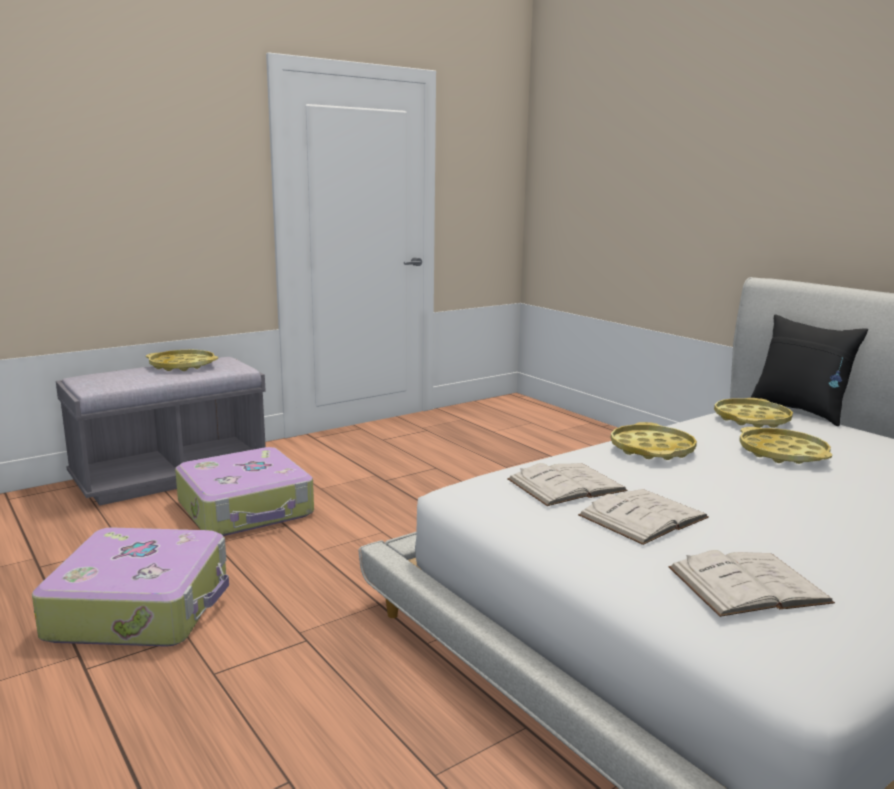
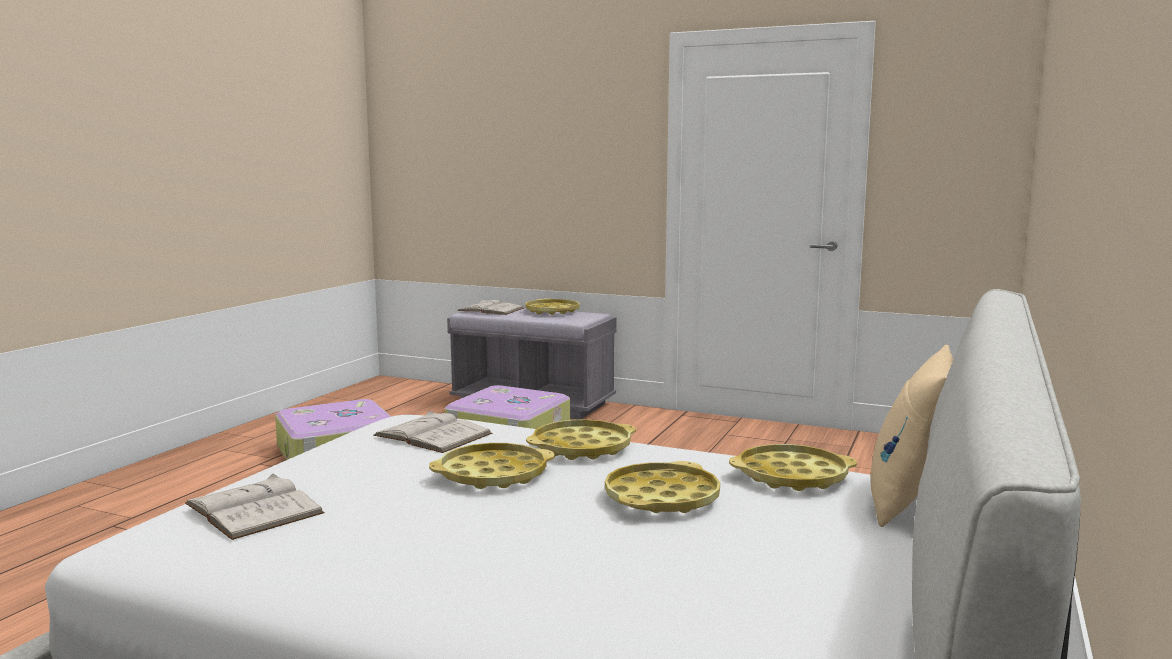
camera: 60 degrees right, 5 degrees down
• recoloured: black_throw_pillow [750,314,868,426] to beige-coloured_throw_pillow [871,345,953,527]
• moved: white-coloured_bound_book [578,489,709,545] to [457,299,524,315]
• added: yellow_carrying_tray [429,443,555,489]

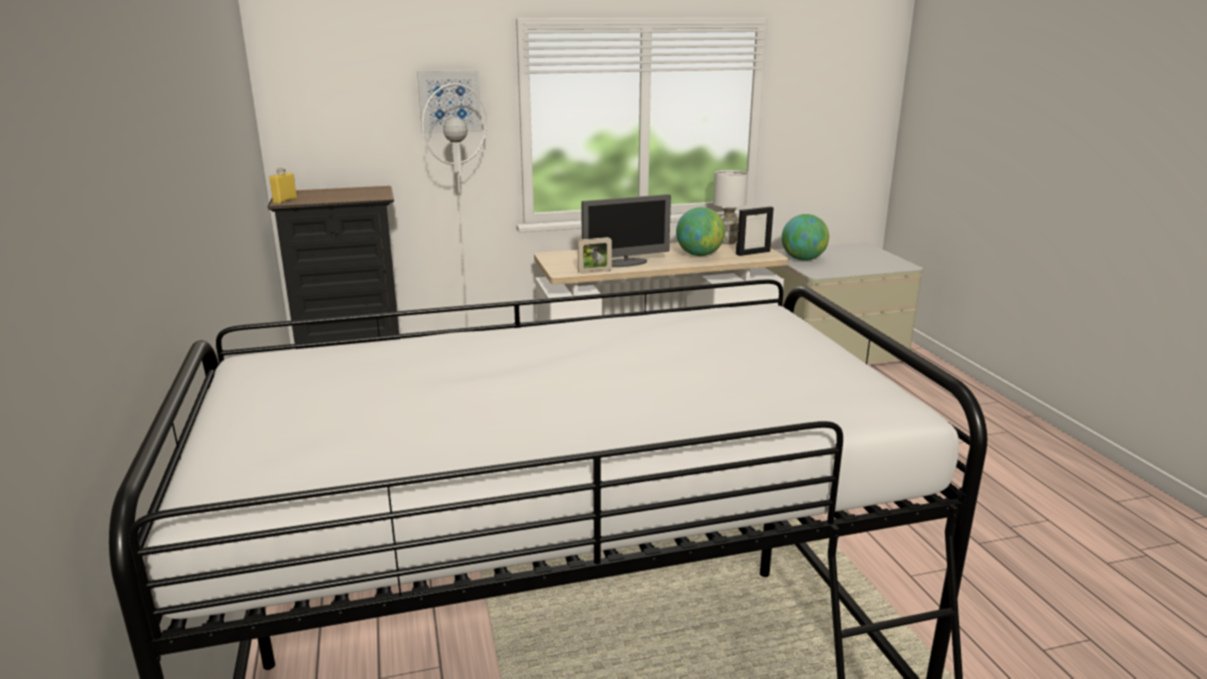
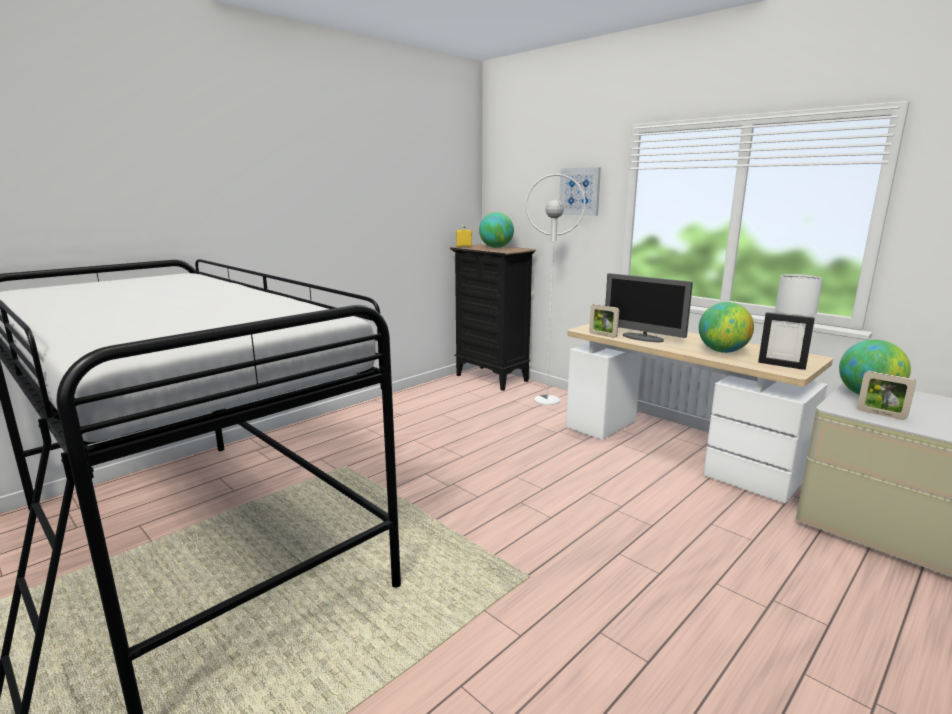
camera: 60 degrees right, 5 degrees down
• added: desk_globe [479,212,514,248]
• added: standing_frame [857,371,916,420]

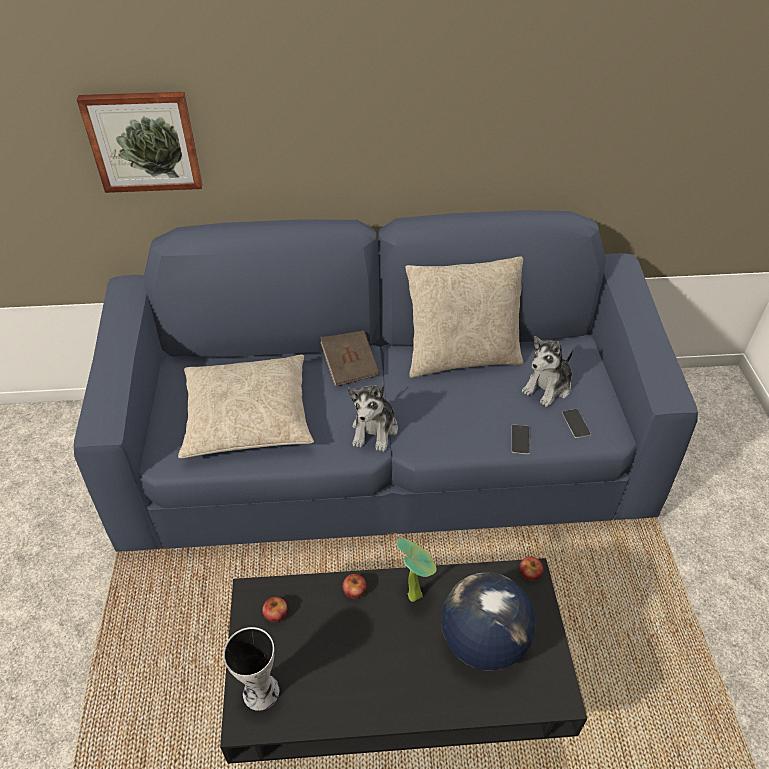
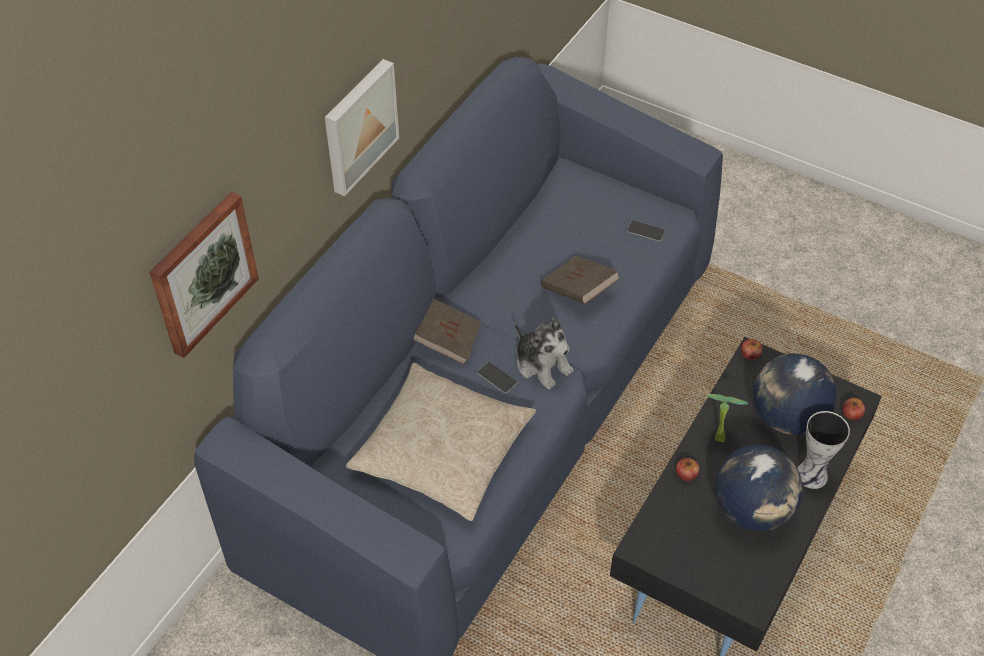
camera: 55 degrees left, 5 degrees up
• removed: beige-coloured_throw_pillow [405,256,524,378]
• removed: soft_toy [522,336,573,407]
• moved: handset [512,424,530,454] to [477,362,518,393]
• moved: apple_fruit [262,597,287,622] to [842,398,865,420]
• moved: vase [223,627,279,711] to [797,411,850,489]
• added: wall_art [325,59,399,196]
• added: brown-coloured_bound_book [541,256,620,304]
• added: desk_globe [715,444,803,531]

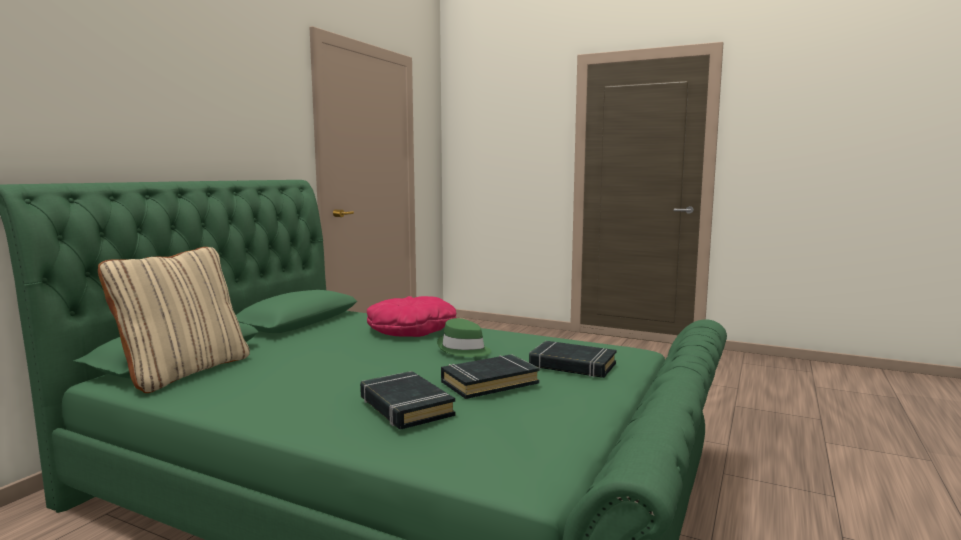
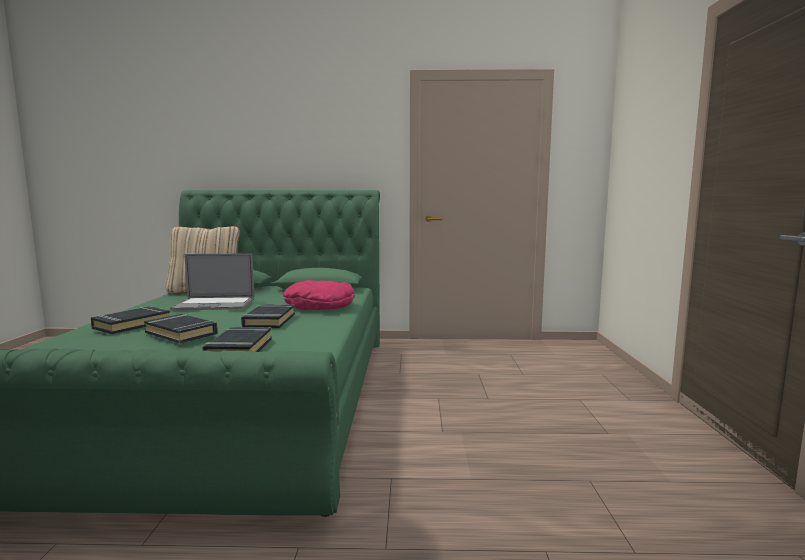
camera: 65 degrees right, 0 degrees up
• replaced: greenish_clothing_hat [437,318,491,357] to black_bound_book [241,304,295,328]
• added: notebook_computer [170,253,255,310]

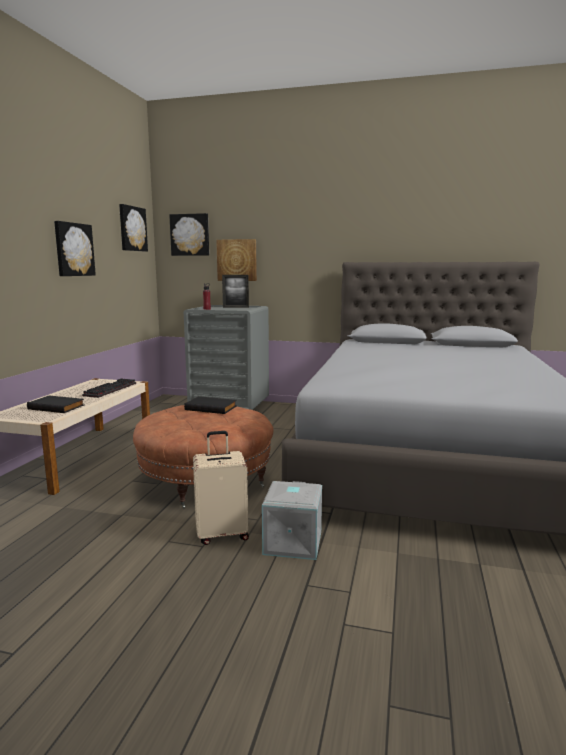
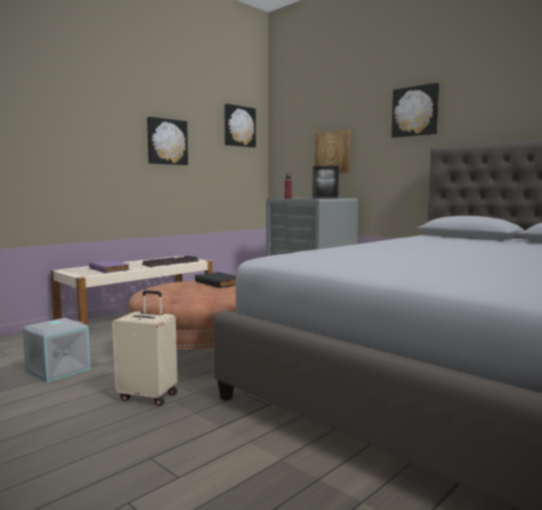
camera: 30 degrees right, 5 degrees down
• moved: wall_art [169,213,209,256] to [391,83,439,138]
• recoloured: black_bound_book [27,396,85,413] to purple_bound_book [89,260,130,273]
• moved: gray_storage_container [262,481,322,560] to [22,318,91,383]

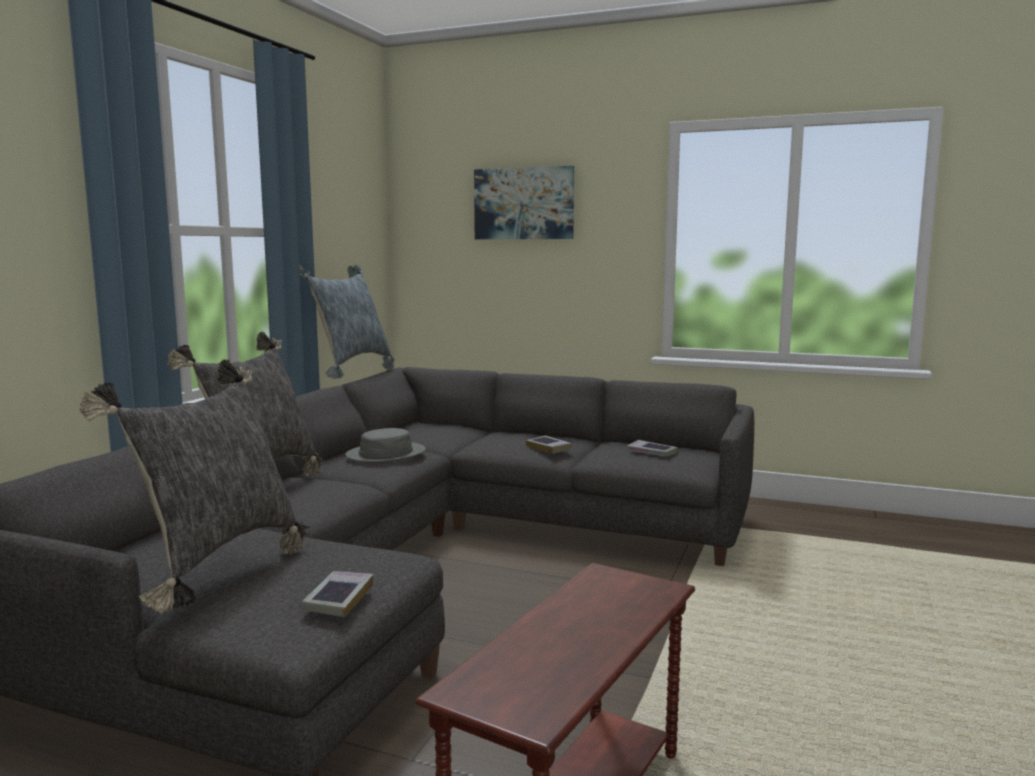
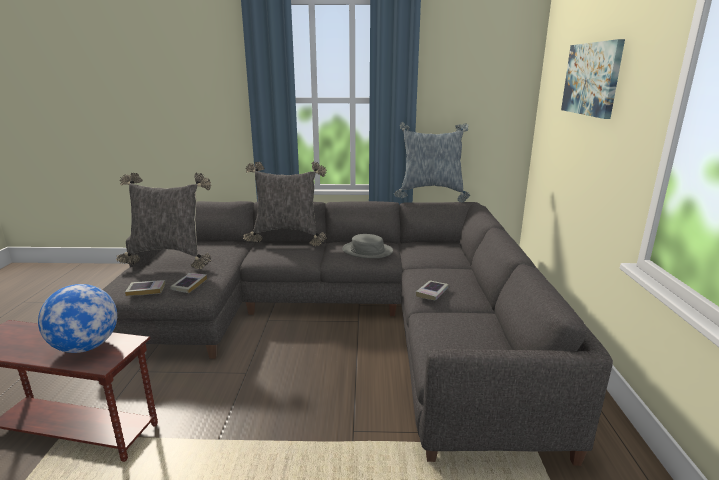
camera: 70 degrees right, 10 degrees up
• moved: bound_book [627,440,677,457] to [170,273,207,293]
• added: desk_globe [38,284,117,353]

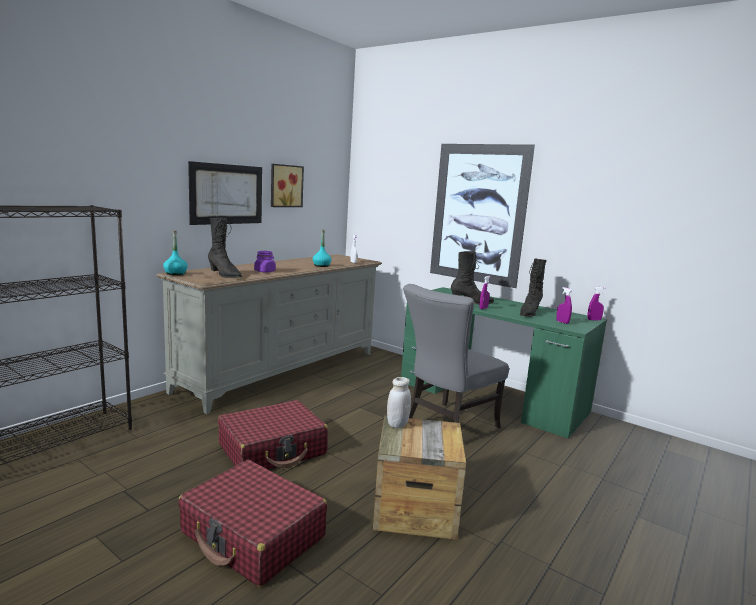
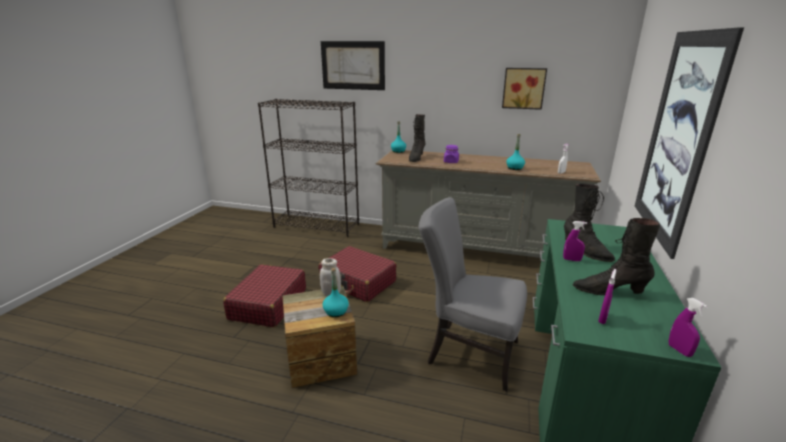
camera: 70 degrees right, 10 degrees up
• moved: wall_art [188,161,262,225] to [321,41,385,90]
• added: turquoise_bottle [323,268,349,317]

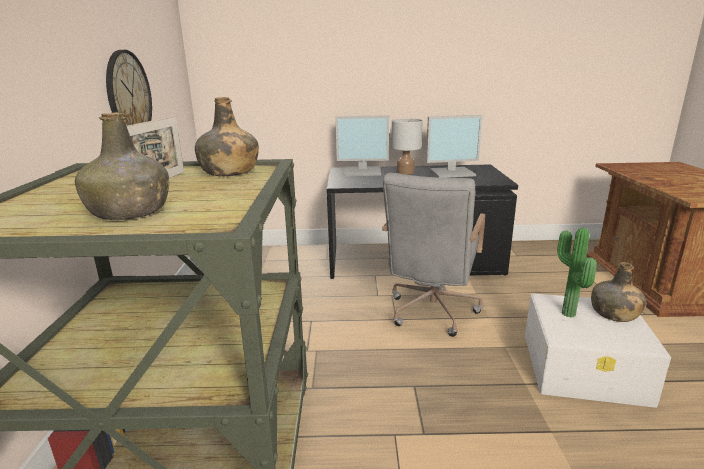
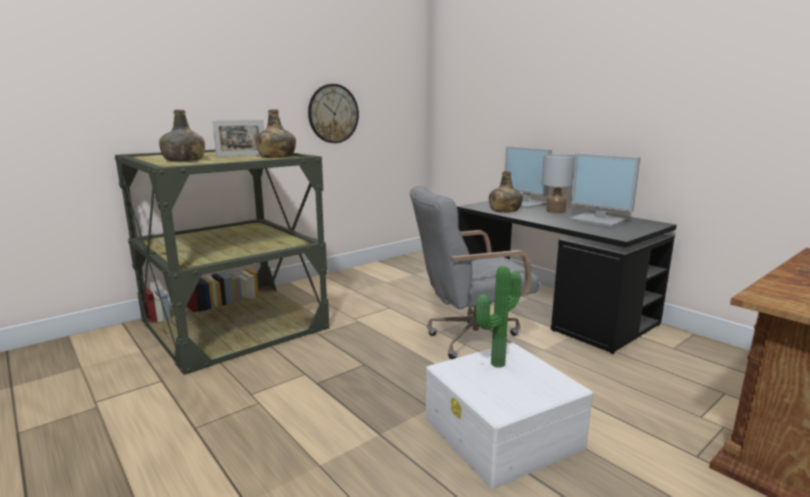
camera: 50 degrees right, 5 degrees down
• moved: greenish_bottle [591,262,646,322] to [489,171,523,213]

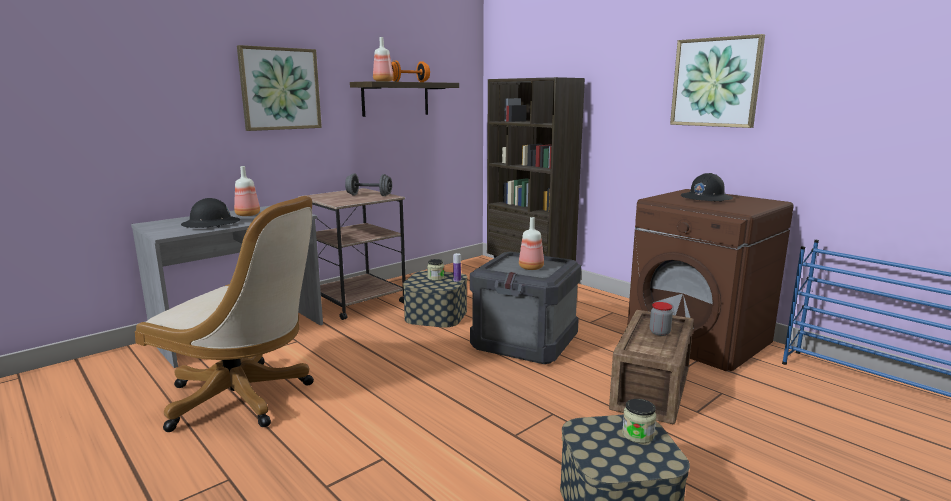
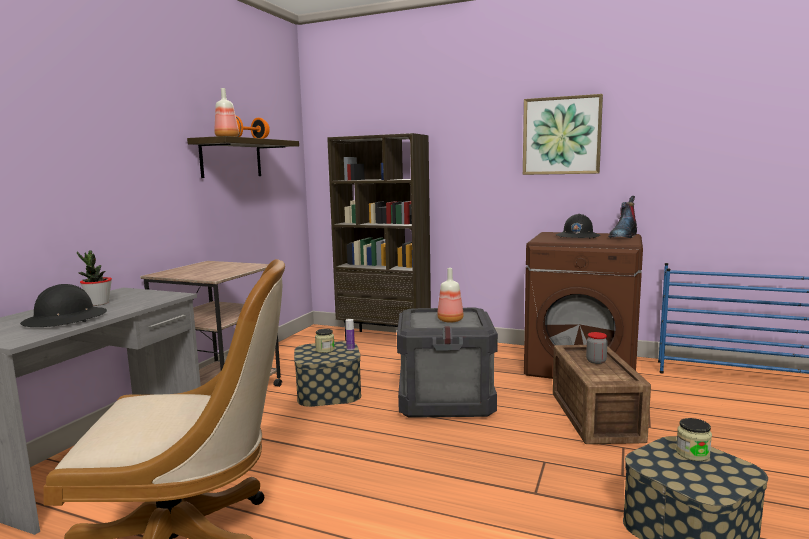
camera: 25 degrees left, 5 degrees down
• removed: wall_art [237,45,322,131]
• replaced: bottle [234,166,260,216] to potted_plant [77,250,112,306]
• removed: gray_free_weight [345,173,392,196]
• added: boot [608,196,637,238]

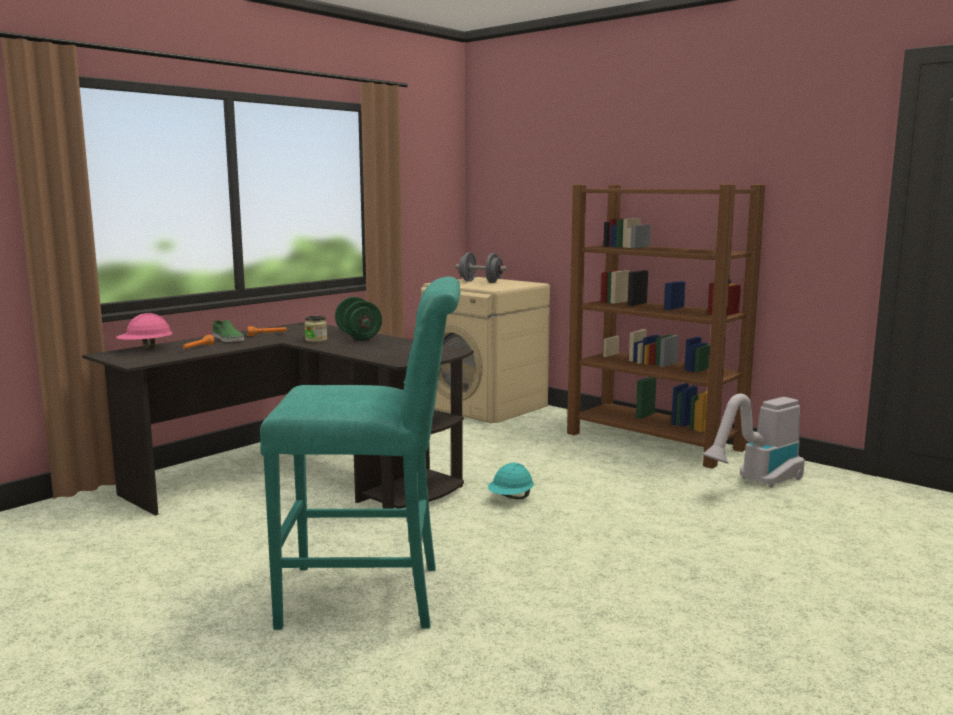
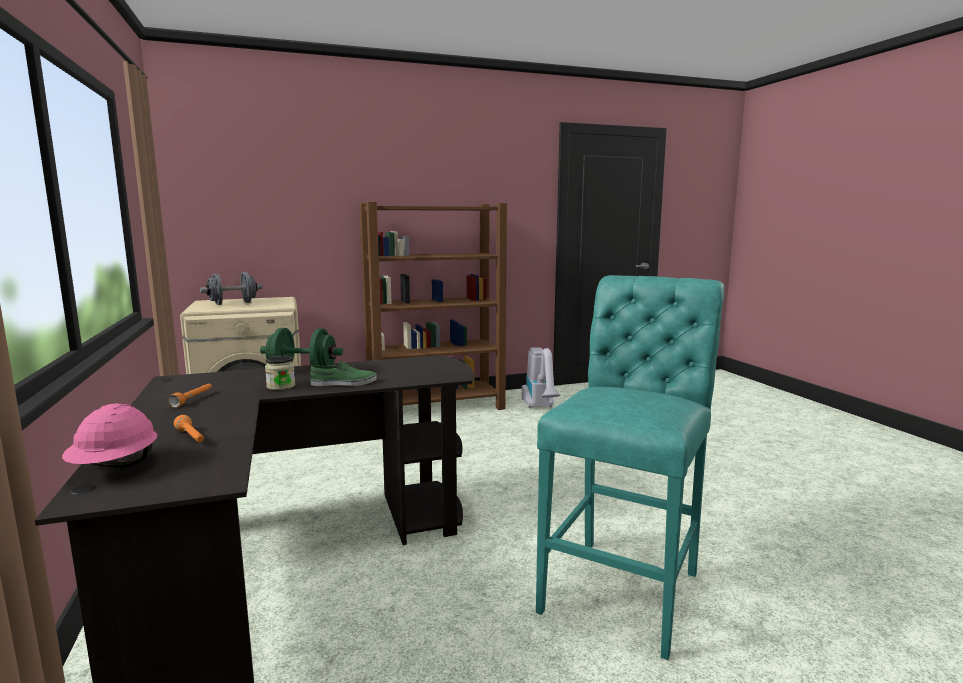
camera: 60 degrees left, 0 degrees up
• moved: greenish_low_shoe [212,320,244,342] to [310,360,377,386]
• removed: turquoise_safety_helmet [488,463,534,499]

